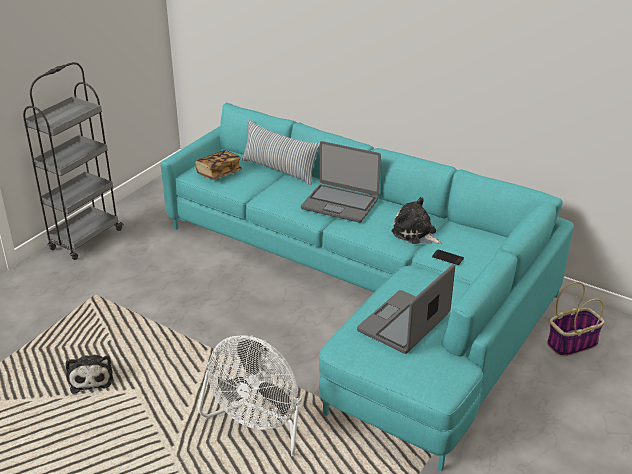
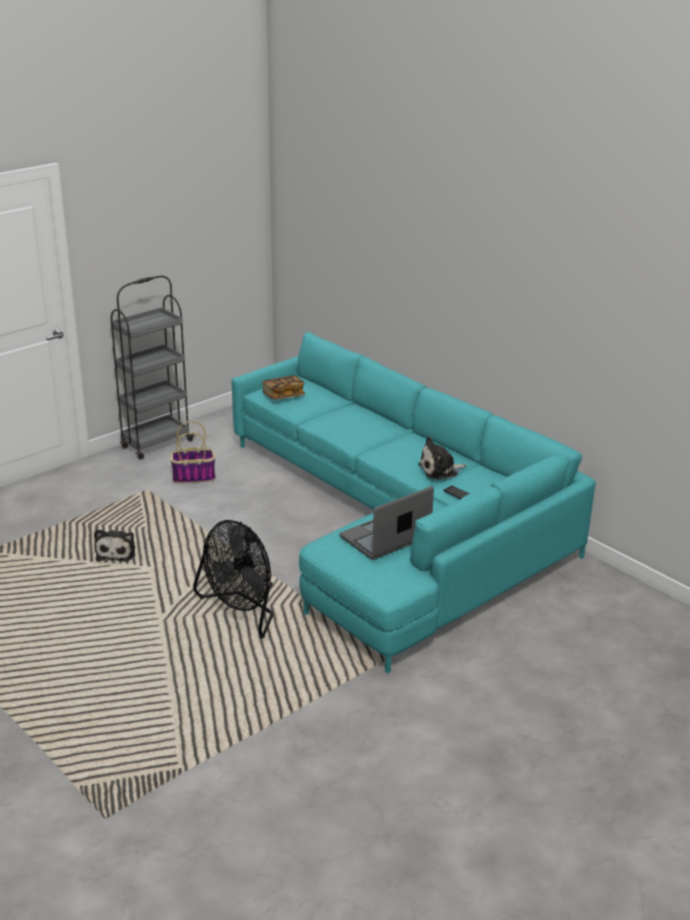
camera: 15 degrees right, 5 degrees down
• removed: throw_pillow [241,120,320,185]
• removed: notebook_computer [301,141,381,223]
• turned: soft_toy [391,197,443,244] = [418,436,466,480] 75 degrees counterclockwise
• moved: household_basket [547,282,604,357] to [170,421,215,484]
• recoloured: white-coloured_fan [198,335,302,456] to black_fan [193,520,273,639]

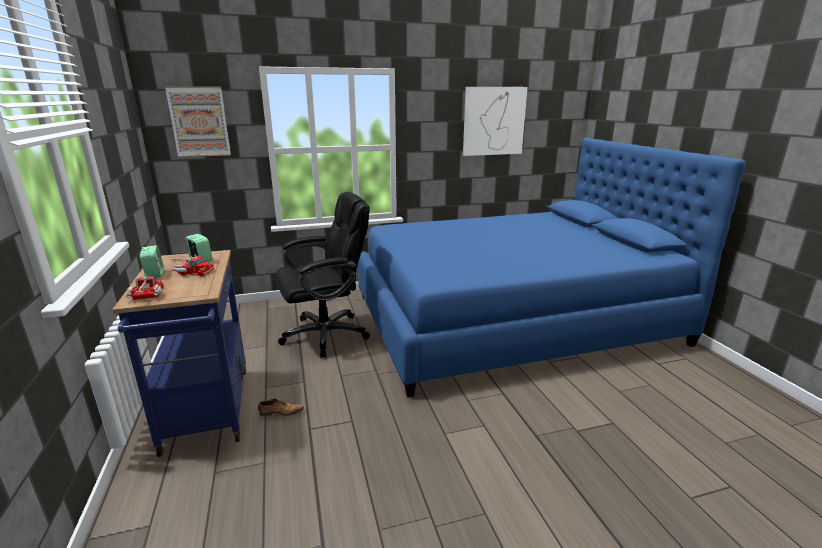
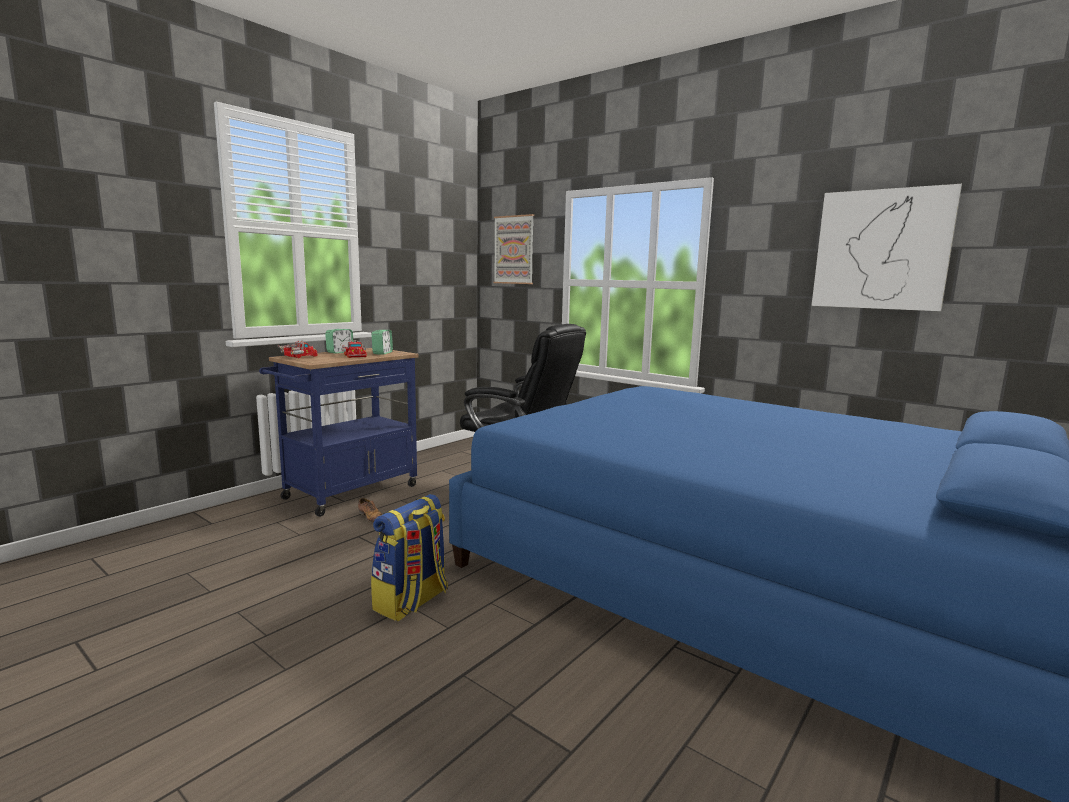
camera: 55 degrees right, 10 degrees down
• added: backpack [371,494,448,621]

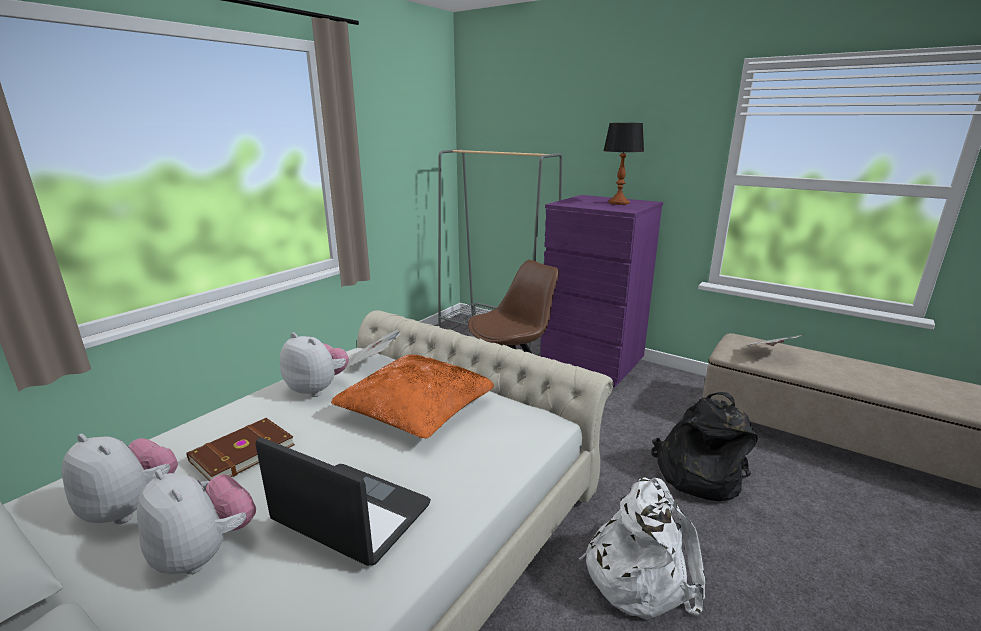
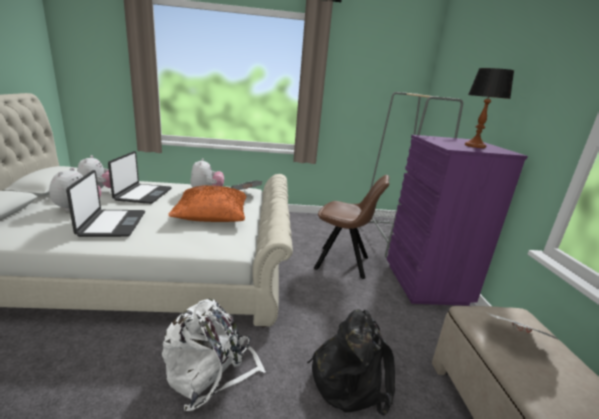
camera: 50 degrees right, 0 degrees up
• replaced: brown-coloured_bound_book [186,418,295,481] to notebook_computer [108,151,172,204]

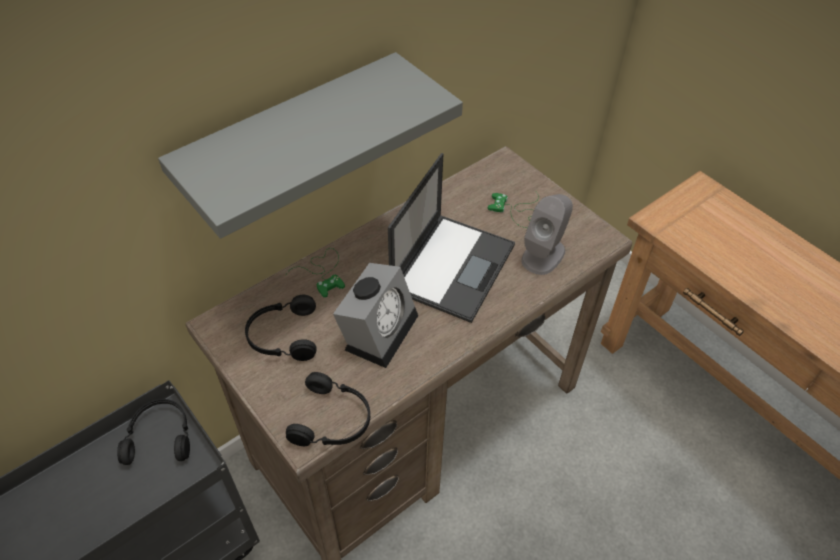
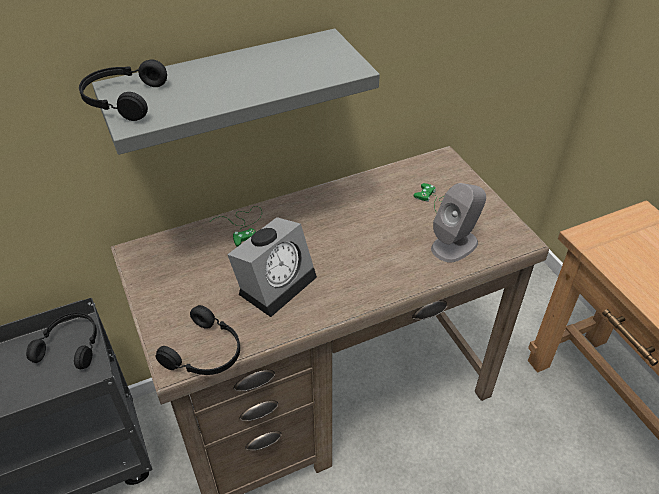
camera: 15 degrees right, 5 degrees down
• removed: notebook_computer [388,153,515,323]
• moved: black_headphones [245,295,317,361] to [79,59,167,121]

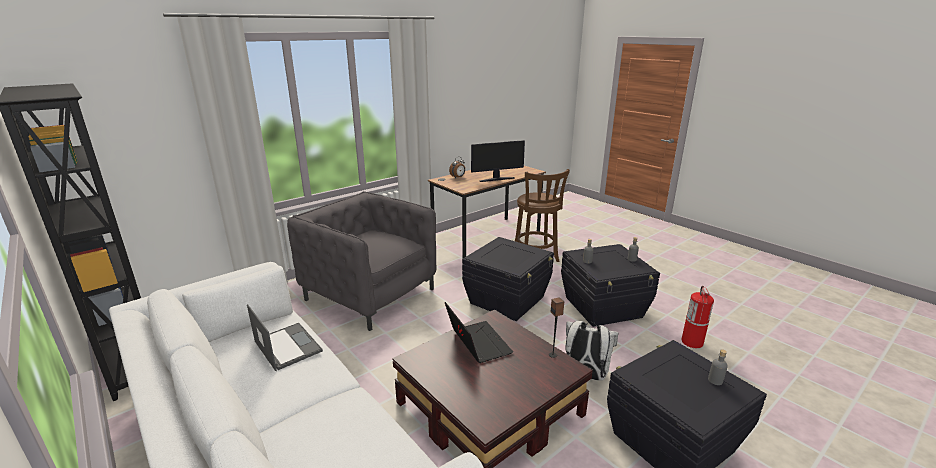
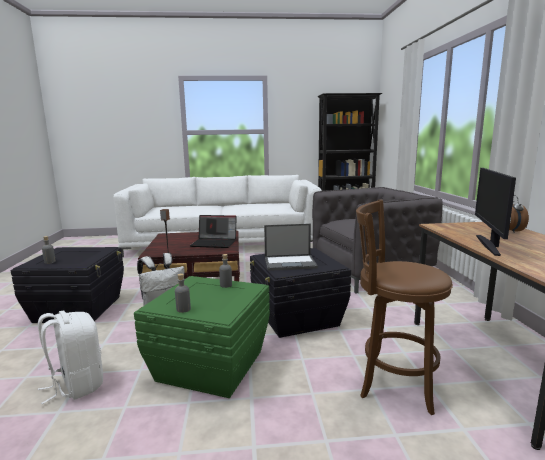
camera: 125 degrees right, 10 degrees down
• recoloured: black_storage_container [561,244,660,327] to greenish_storage_container [134,276,270,398]
• replaced: fire-fighting_cylinder [682,286,714,348] to white-coloured_backpack [37,310,103,404]
• moved: notebook_computer [247,304,323,371] to [264,224,318,271]

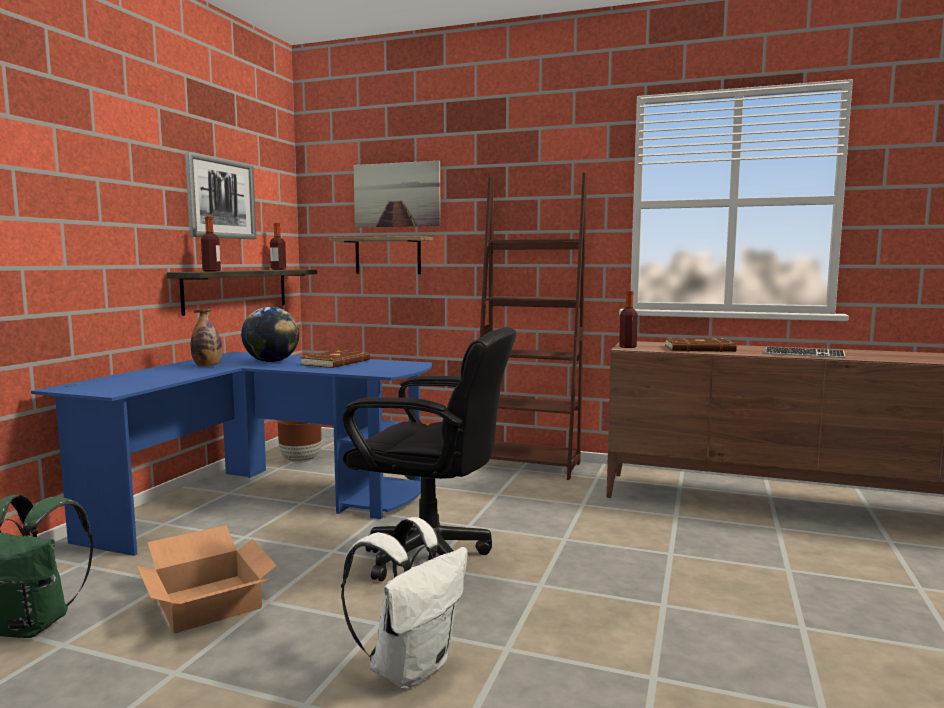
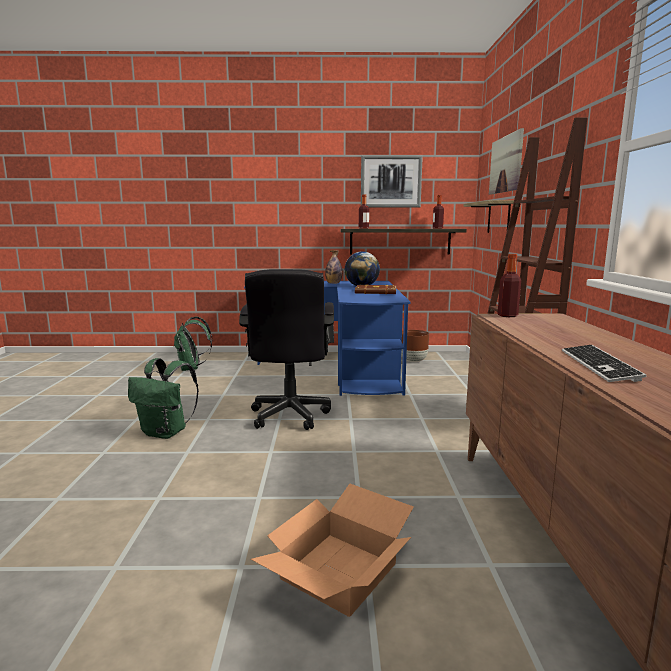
camera: 70 degrees right, 5 degrees up
• removed: brown-coloured_bound_book [665,337,737,352]
• recoloured: white-coloured_backpack [341,517,468,689] to greenish_backpack [128,358,199,439]
• moved: cardboard_box [136,525,277,633] to [251,484,414,617]

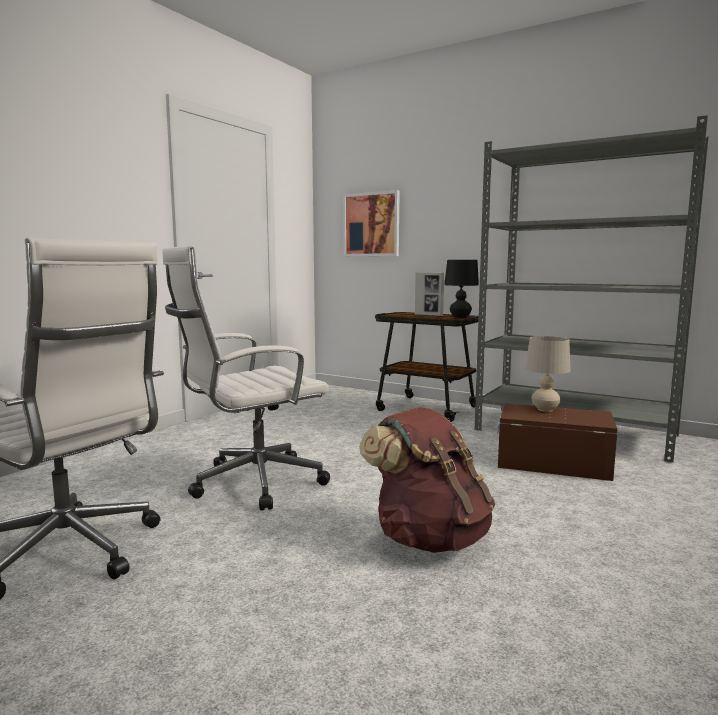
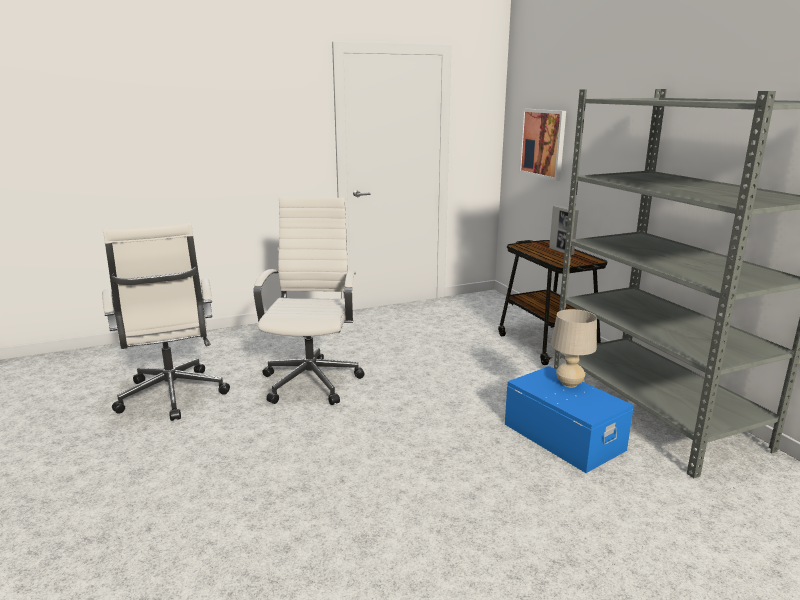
camera: 35 degrees right, 10 degrees up
• turned: white-coloured_desk_chair [162,245,330,511] = [253,197,365,405] 90 degrees clockwise
• removed: black_tabletop_lamp [444,260,479,318]
• recoloured: brown-coloured_storage_container [497,403,617,481] to blue_storage_container [505,366,634,473]
• removed: brown-coloured_backpack [359,407,495,553]

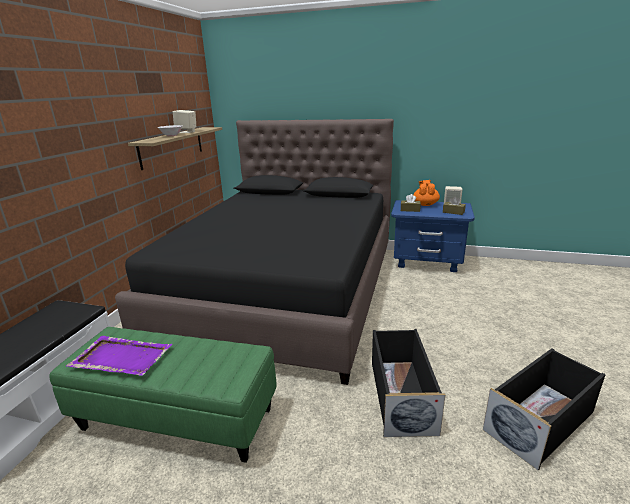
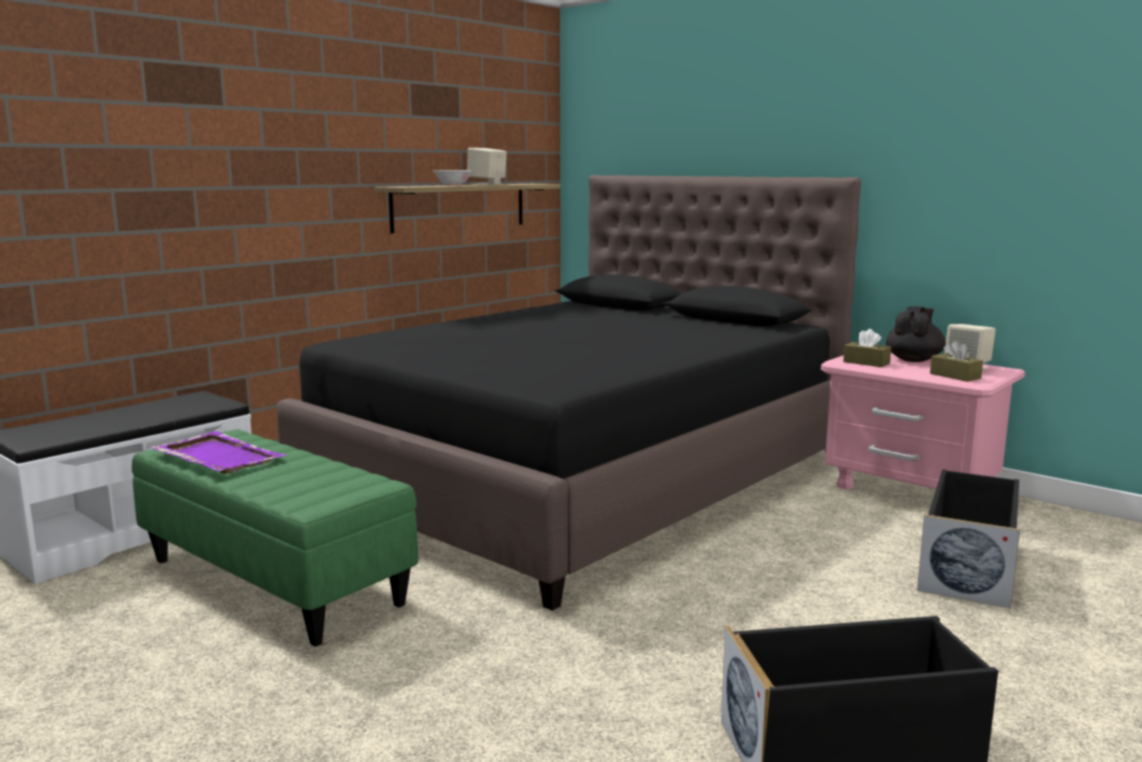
camera: 25 degrees right, 10 degrees down
• recoloured: orange_pot_for_tea [413,180,440,206] to black_pot_for_tea [886,306,946,362]
• recoloured: blue_nightstand [391,200,475,272] to pink-coloured_nightstand [821,352,1025,489]
• moved: black_storage_container [372,329,445,437] to [917,469,1020,609]

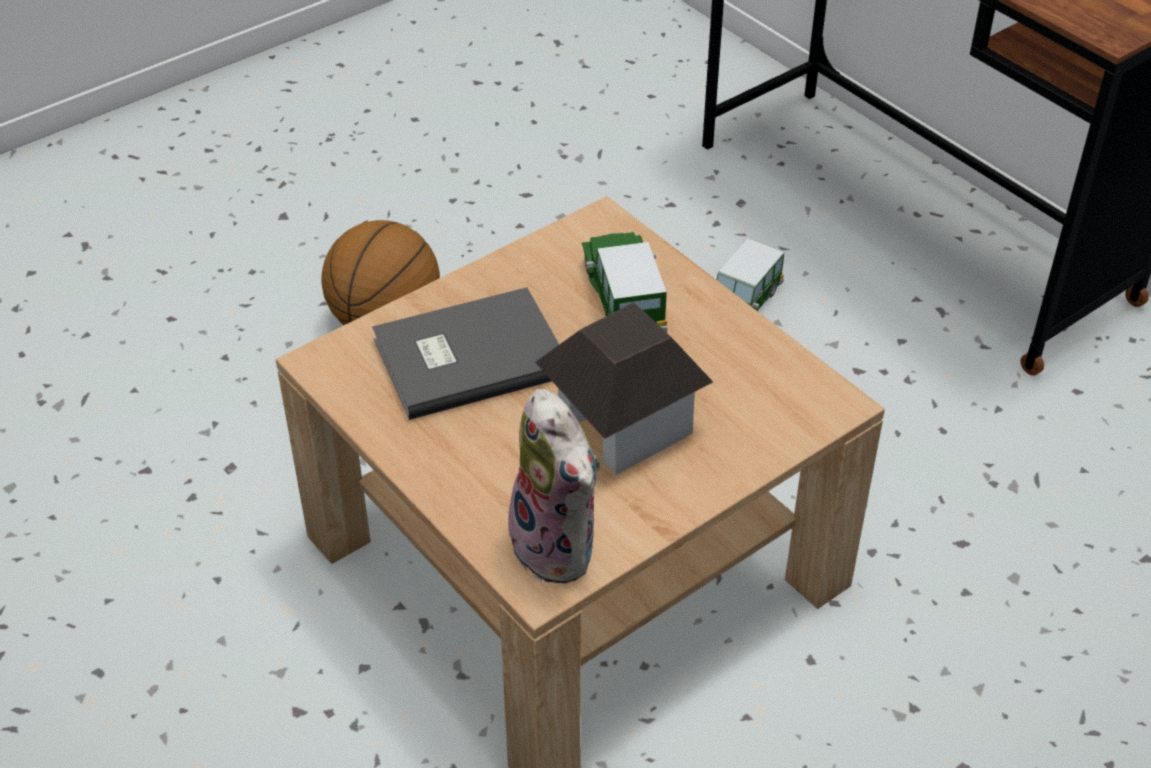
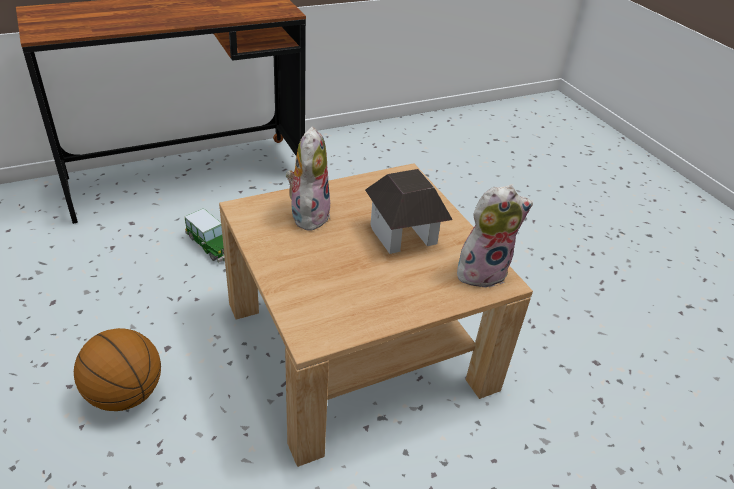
camera: 80 degrees left, 5 degrees down
• replaced: model_car [582,232,668,332] to soft_toy [286,126,330,231]
• removed: gray_bound_book [372,287,559,420]

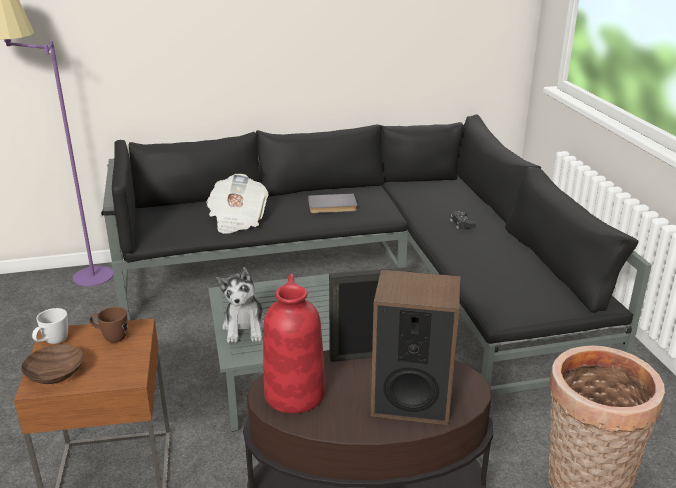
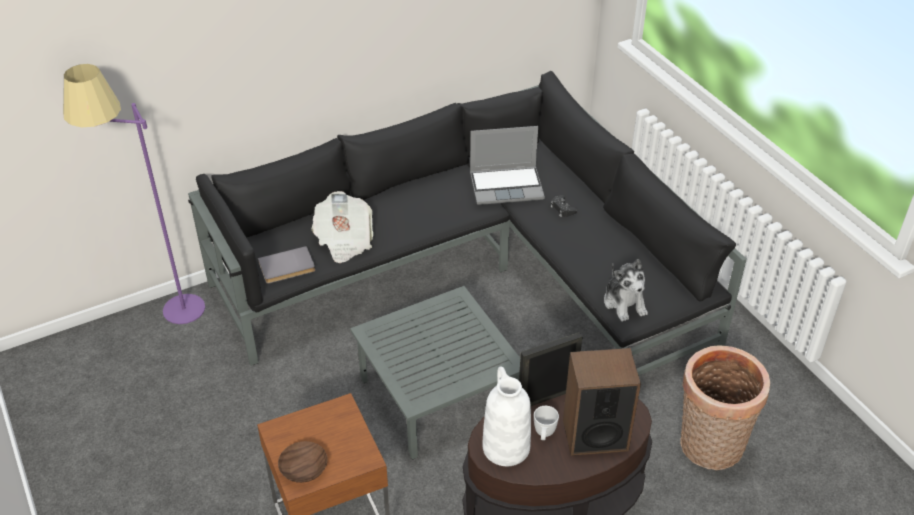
camera: 15 degrees left, 15 degrees up
• moved: gray_bound_book [308,194,357,213] to [258,246,315,284]
• moved: soft_toy [216,267,265,343] to [604,259,648,322]
• recoloured: red_vase [263,274,325,413] to white-coloured_vase [482,366,531,466]
• removed: brown-coloured_coffee_mug [89,307,128,343]
• moved: white-coloured_coffee_mug [32,308,68,344] to [534,406,559,440]
• added: notebook_computer [470,126,545,205]

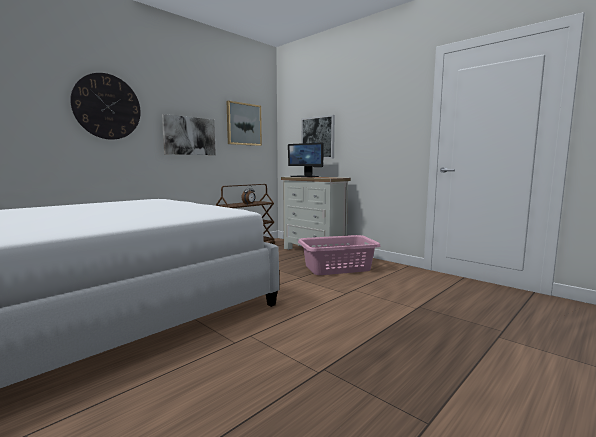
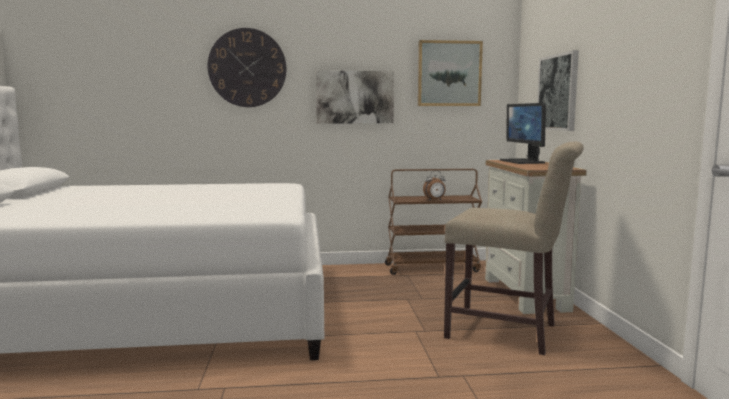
camera: 40 degrees right, 0 degrees up
• replaced: pink-coloured_washing_basket [298,235,380,275] to beige-coloured_plain_chair [444,142,584,355]

